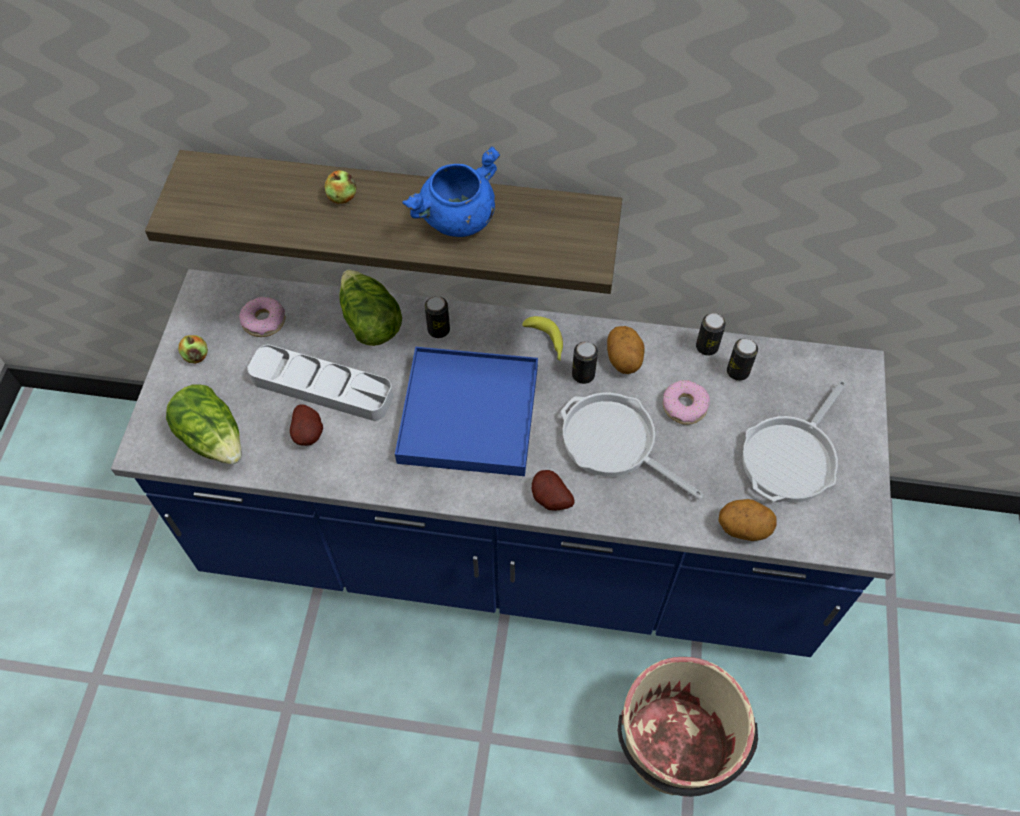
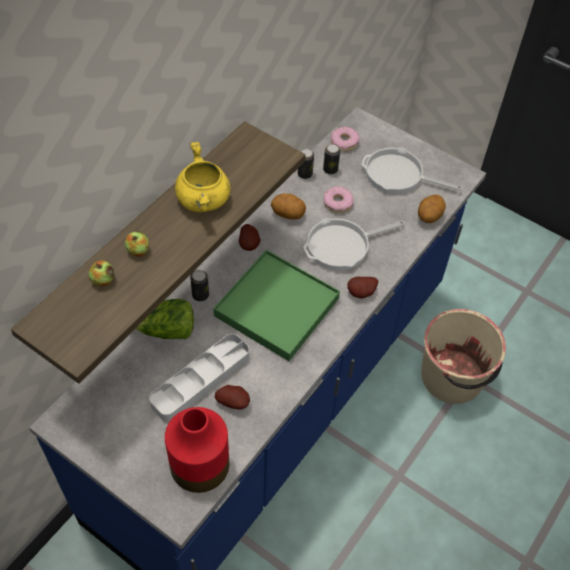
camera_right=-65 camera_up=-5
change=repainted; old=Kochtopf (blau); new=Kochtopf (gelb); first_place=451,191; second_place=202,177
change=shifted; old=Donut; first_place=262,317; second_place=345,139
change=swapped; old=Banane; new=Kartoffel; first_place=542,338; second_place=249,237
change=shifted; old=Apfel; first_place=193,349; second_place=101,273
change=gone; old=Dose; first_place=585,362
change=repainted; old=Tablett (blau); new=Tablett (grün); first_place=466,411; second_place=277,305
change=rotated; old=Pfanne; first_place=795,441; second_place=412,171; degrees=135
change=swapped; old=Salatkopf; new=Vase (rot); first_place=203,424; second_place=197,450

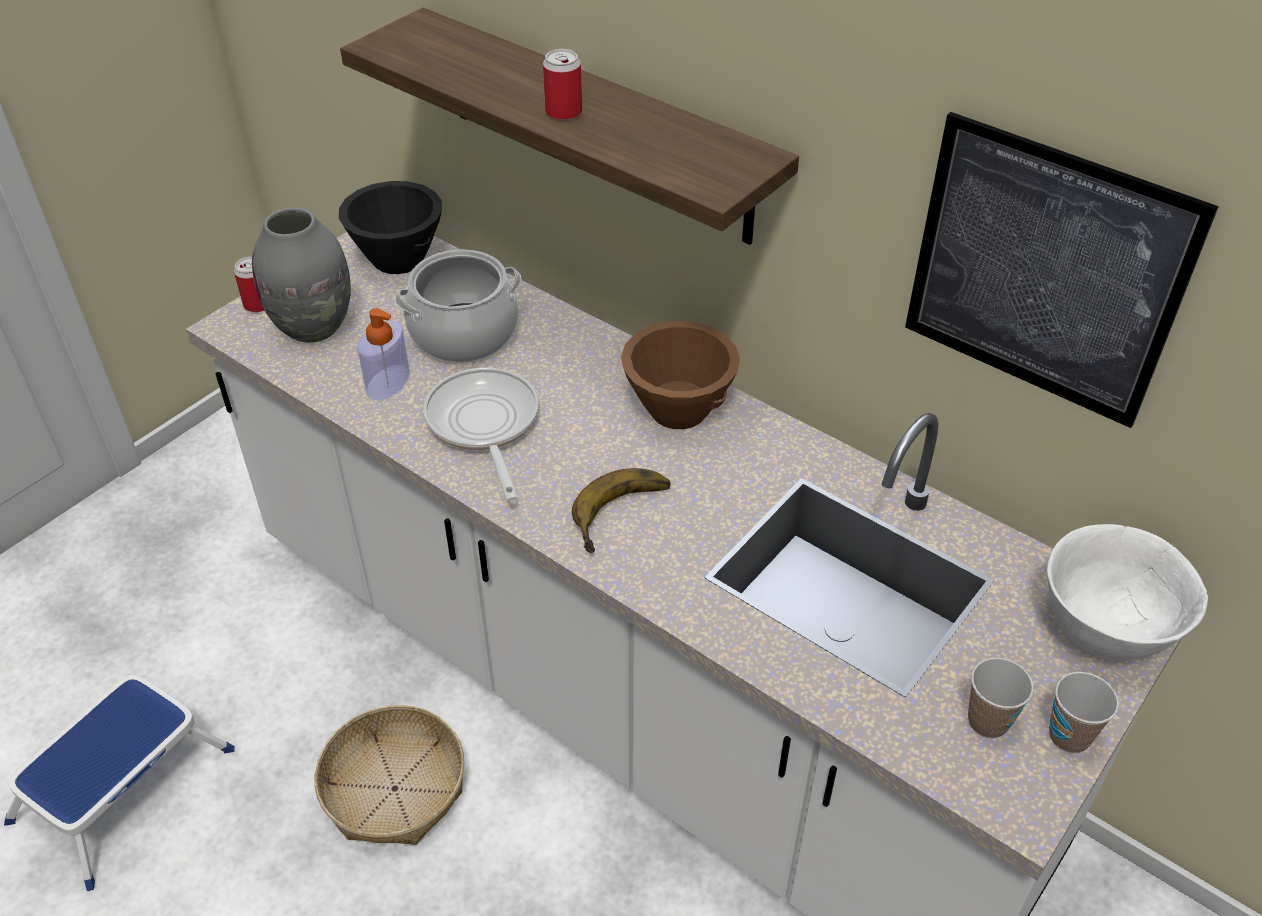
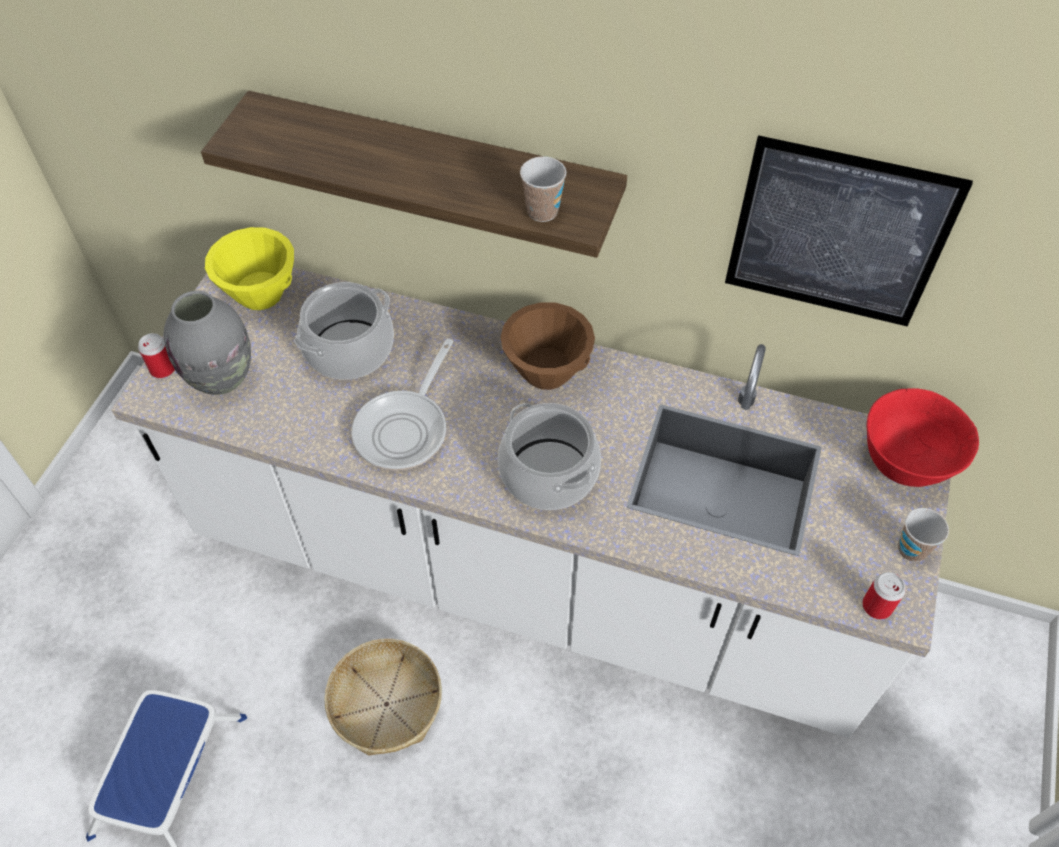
camera_right=-20 camera_up=10
change=shifted; old=Dose; first_place=562,84; second_place=884,595
change=repainted; old=Schüssel (schwarz); new=Schüssel (gelb); first_place=390,227; second_place=249,268
change=gone; old=Seifenspender; first_place=383,354
change=rotated; old=Pfanne; first_place=481,434; second_place=403,405; degrees=-120
change=swapped; old=Banane; new=Kochtopf; first_place=621,510; second_place=549,456
change=repainted; old=Schüssel (weiß); new=Schüssel (rot); first_place=1127,592; second_place=922,437
change=shifted; old=Tasse; first_place=1001,698; second_place=543,189

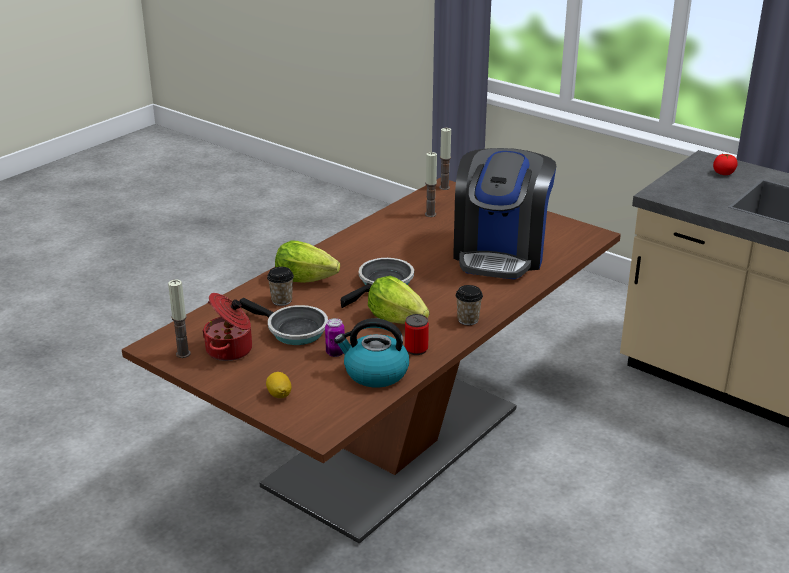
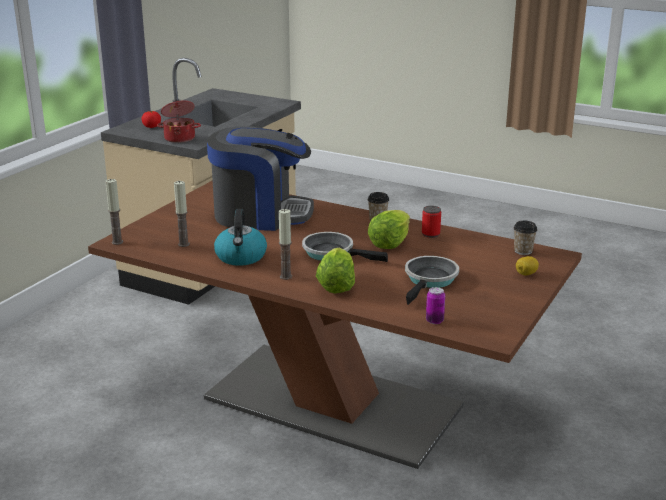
camera_right=-100 camera_up=-5
change=shifted; old=Tasse; first_place=280,286; second_place=525,238
change=shifted; old=Kerze; first_place=179,319; second_place=285,244
change=shifted; old=Kochtopf; first_place=227,327; second_place=179,121
change=shifted; old=Dose; first_place=334,337; second_place=435,305
change=shifted; old=Wasserkessel; first_place=371,353; second_place=240,237

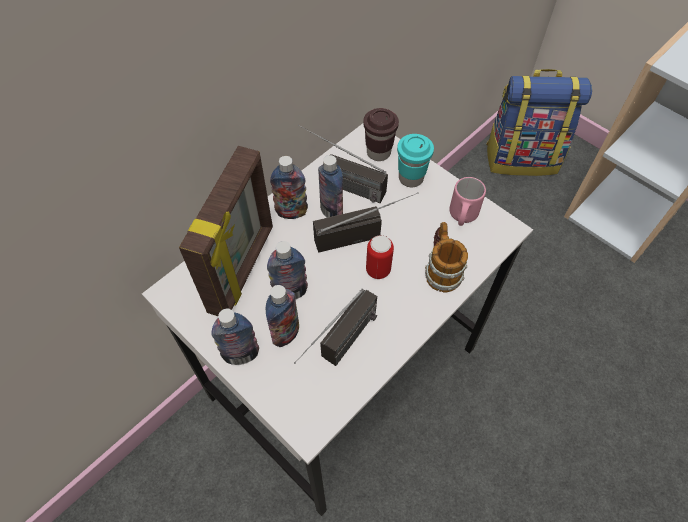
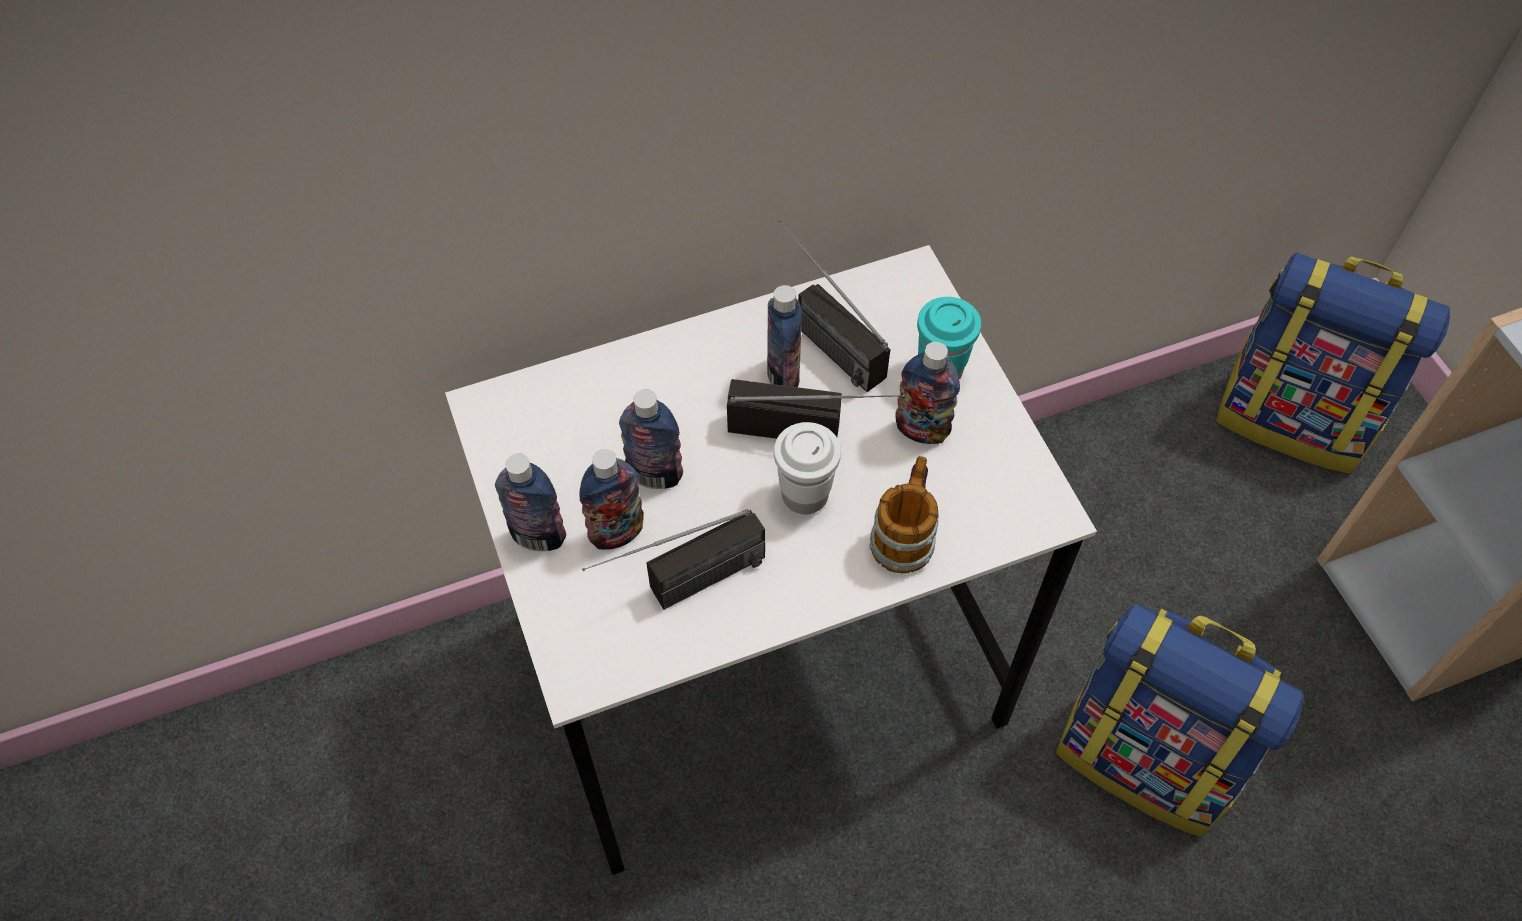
camera_right=25 camera_up=0
change=gone; old=Tasse (braun); first_place=381,134
change=gone; old=Bilderrahmen; first_place=226,231
change=shifted; old=Flasche; first_place=289,187; second_place=927,393
change=gone; old=Henkelbecher (rosa); first_place=467,201
change=swapped; old=Dose; new=Tasse (weiß); first_place=380,257; second_place=807,468
change=new; new=Rucksack; second_place=1180,720

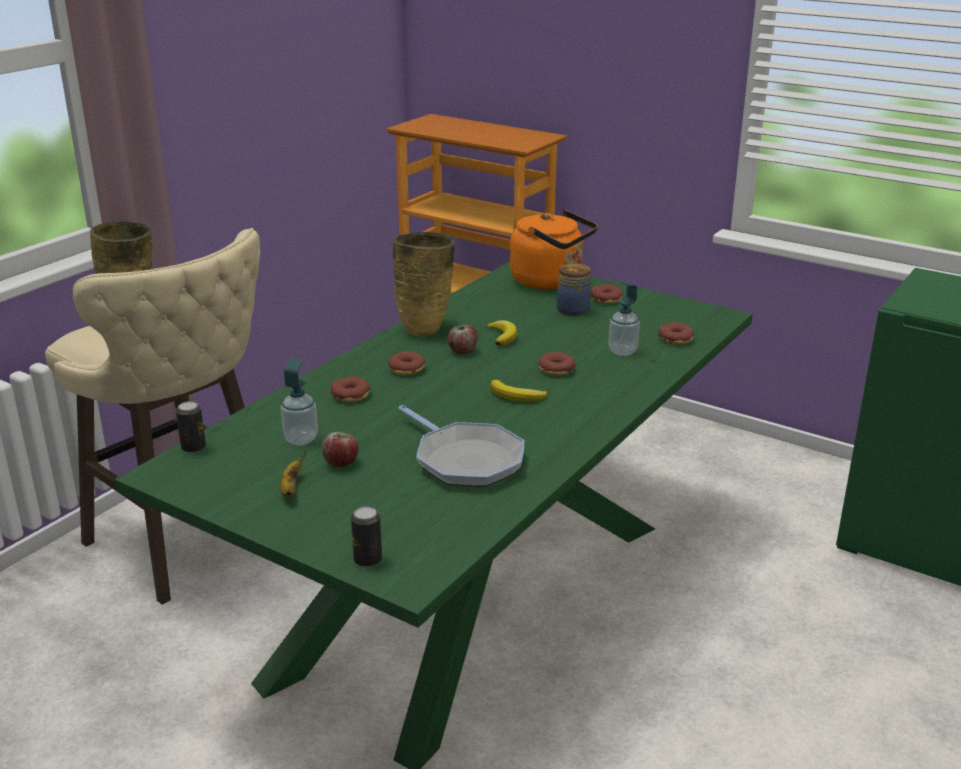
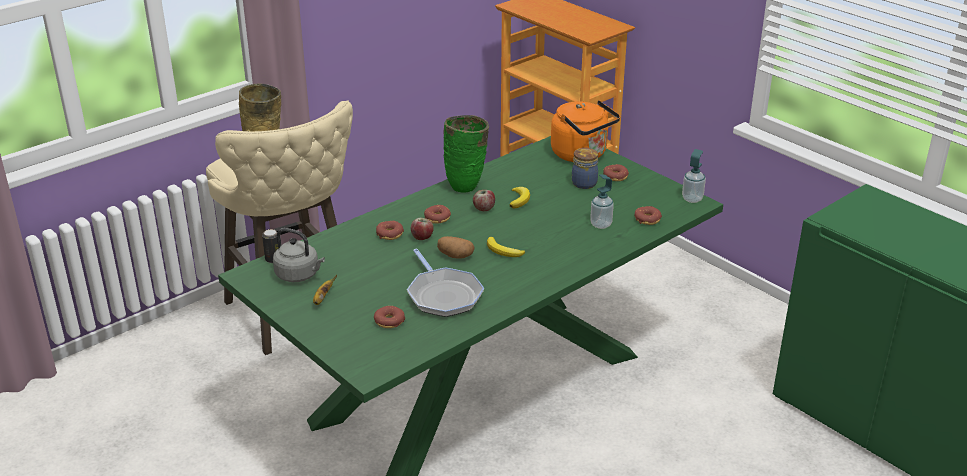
camera_right=15 camera_up=5
change=repainted; old=Vase (beige); new=Vase (grün); first_place=424,284; second_place=466,154
change=shifted; old=Donut; first_place=556,364; second_place=389,317
change=shifted; old=Seifenspender; first_place=299,401; second_place=694,176
change=shifted; old=Apfel; first_place=340,450; second_place=422,229
change=gone; old=Dose; first_place=366,536
change=new; new=Wasserkessel (grau); second_place=299,255
change=new; new=Kartoffel; second_place=455,247

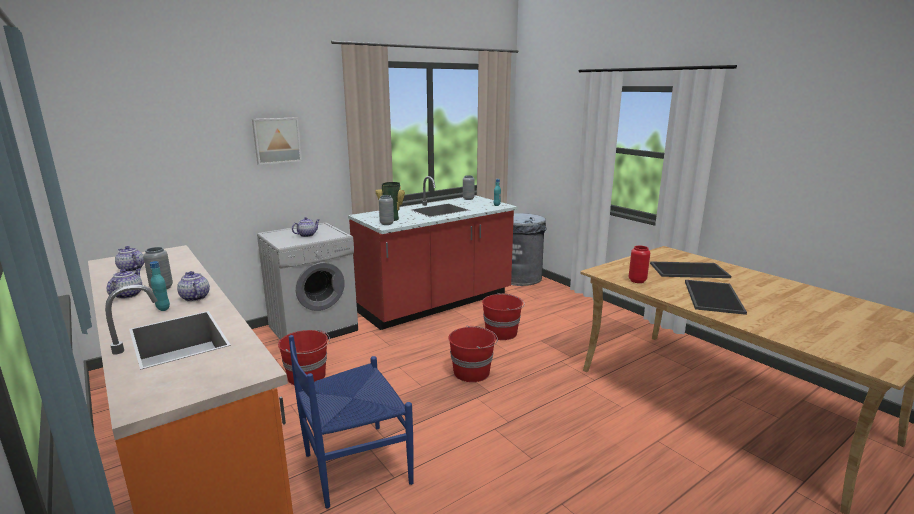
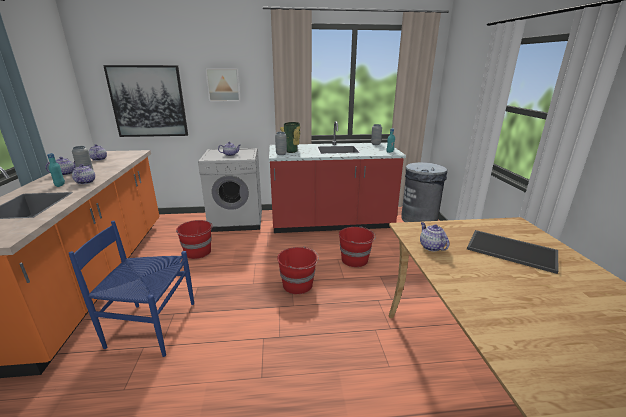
camera_right=30 camera_up=5
change=swapped; old=Vase (rot); new=Teekanne; first_place=639,264; second_place=434,236
change=gone; old=Tablett; first_place=716,297
change=new; new=Bild; second_place=145,101

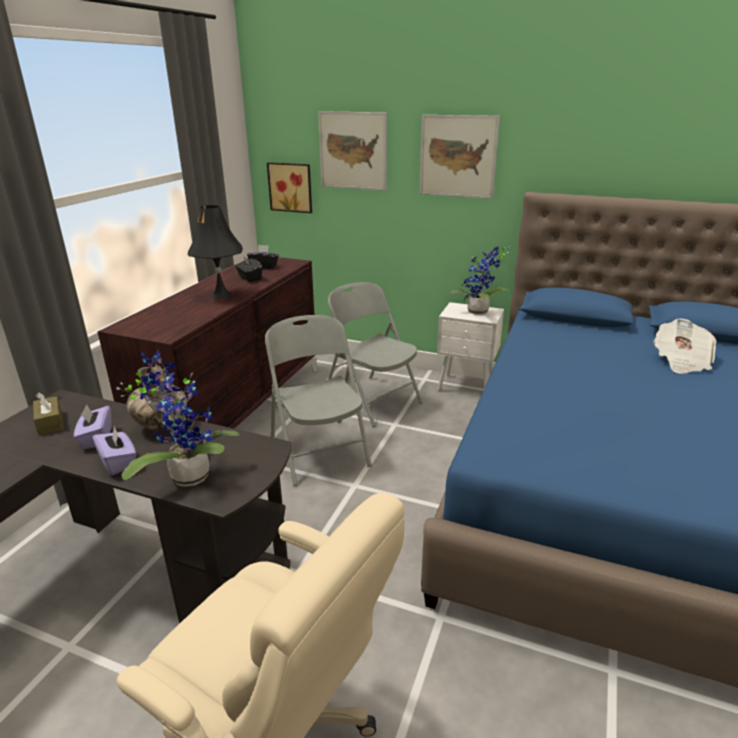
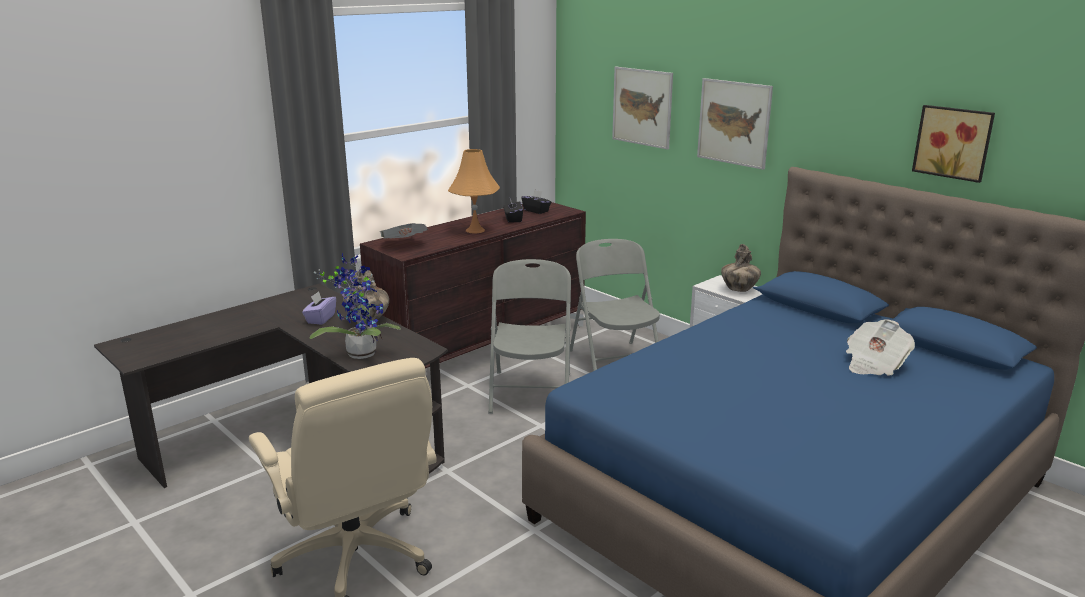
camera_right=25 camera_up=-5
change=shifted; old=Bild; first_place=289,187; second_place=953,144
change=repainted; old=Tischlampe (schwarz); new=Tischlampe (orange); first_place=215,252; second_place=474,191
change=swapped; old=Topfpflanze; new=Vase; first_place=480,280; second_place=741,268
change=gone; old=Taschentuchbox (braun); first_place=48,413
change=gone; old=Taschentuchbox (lila); first_place=114,450
change=new; new=Zeitung; second_place=404,231

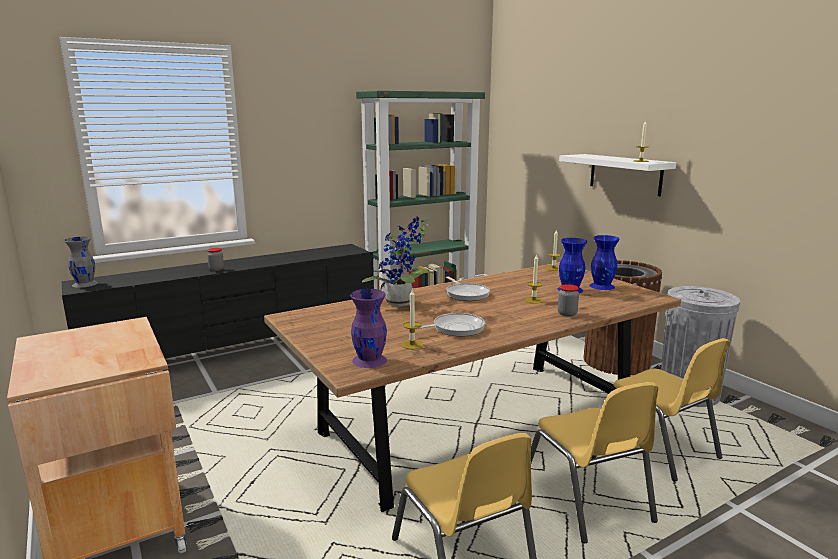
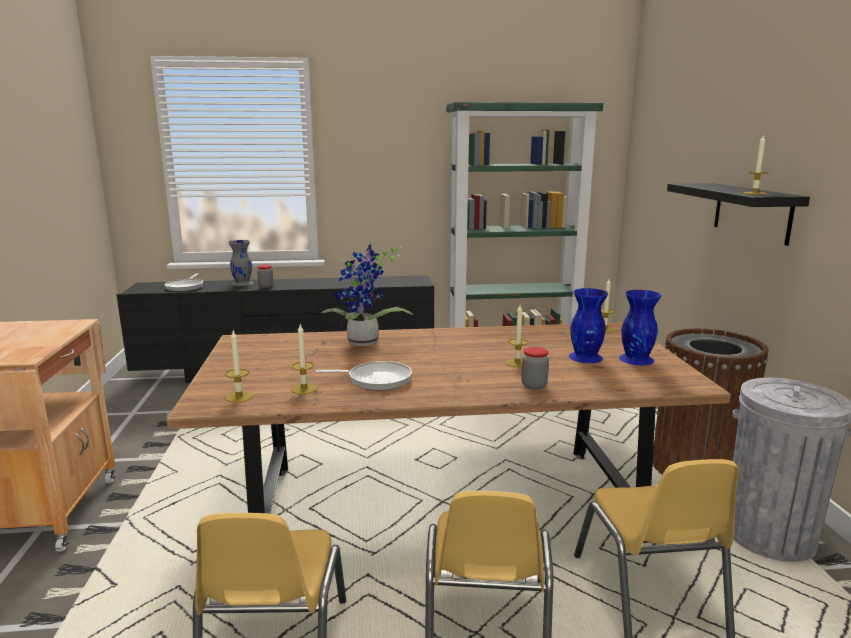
camera_right=25 camera_up=0
change=repainted; old=Wandregal (weiß); new=Wandregal (schwarz); first_place=617,175; second_place=738,214
change=shifted; old=Vase (grau); first_place=81,262; second_place=240,263
change=shifted; old=Pfanne; first_place=468,288; second_place=184,283
change=swapped; old=Vase (lila); new=Kerze; first_place=368,328; second_place=239,367

